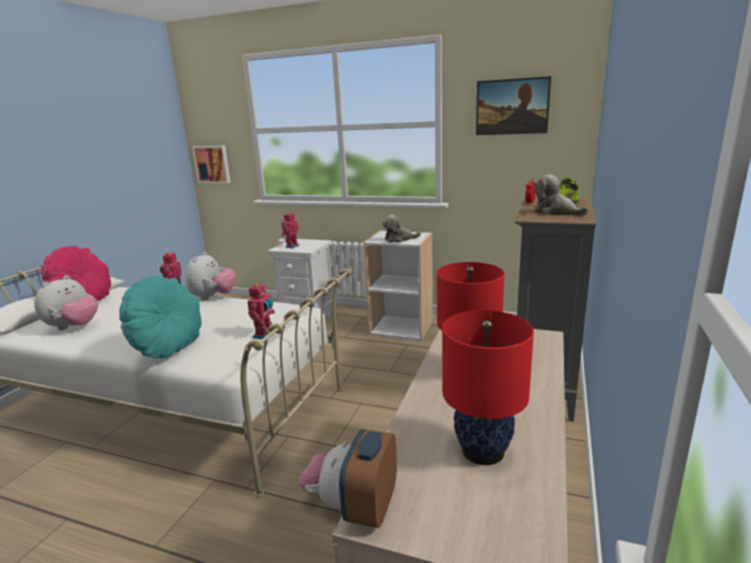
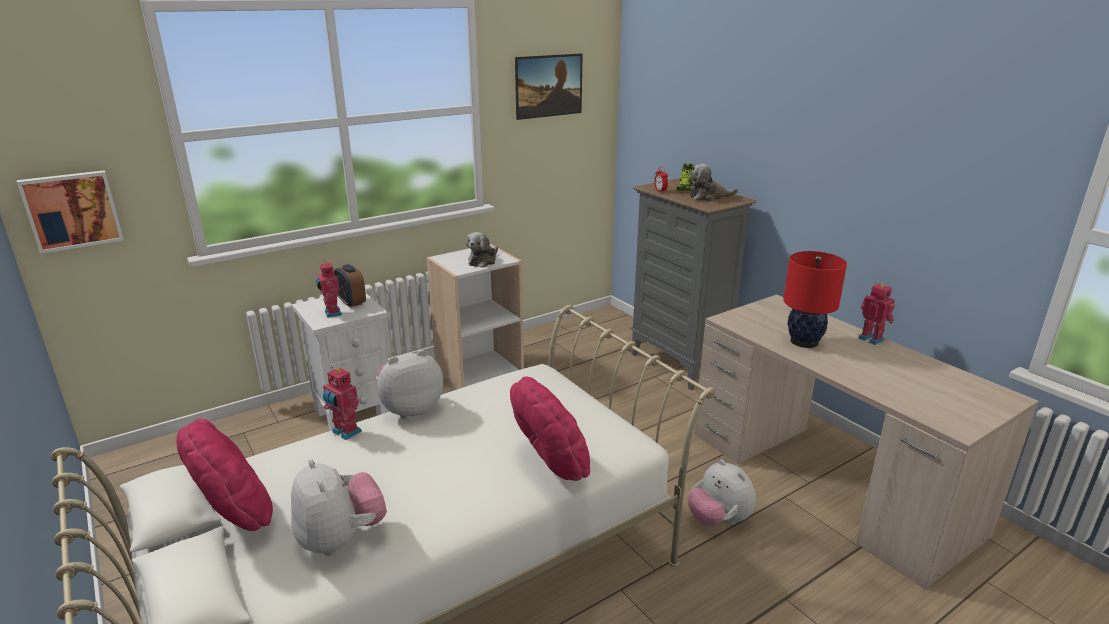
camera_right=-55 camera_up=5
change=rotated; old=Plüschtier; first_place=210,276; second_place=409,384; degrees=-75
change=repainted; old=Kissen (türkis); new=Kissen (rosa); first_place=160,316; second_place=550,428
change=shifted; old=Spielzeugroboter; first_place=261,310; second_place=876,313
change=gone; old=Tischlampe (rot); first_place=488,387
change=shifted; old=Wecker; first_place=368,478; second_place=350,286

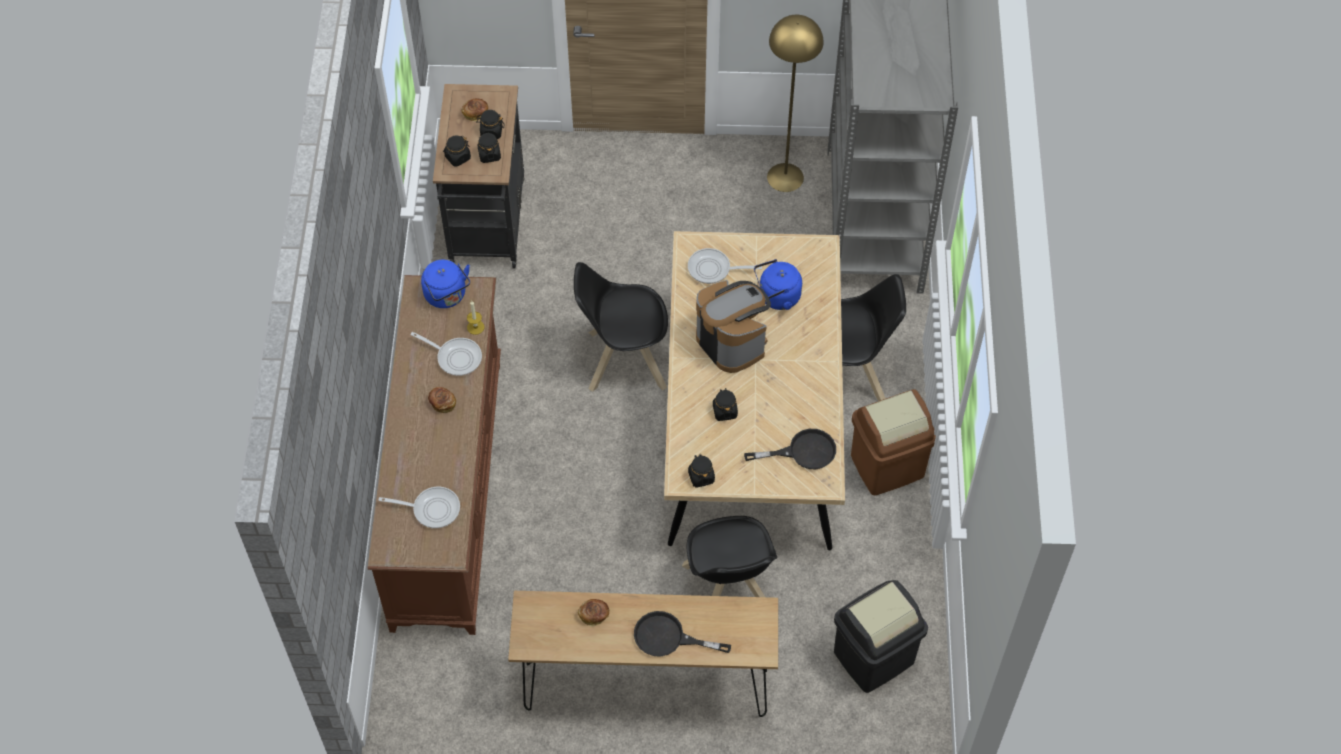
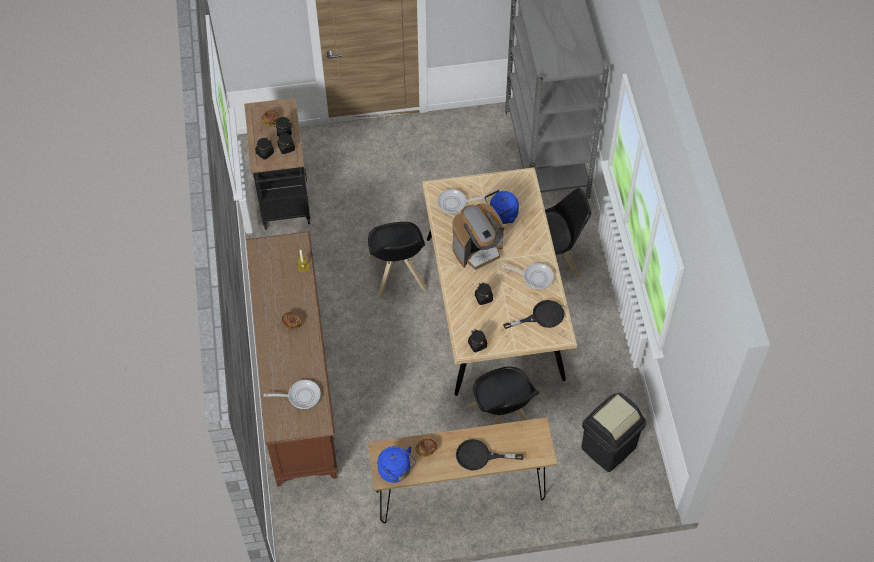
camera_right=-10 camera_up=0
change=gone; old=Stehlampe (gelb); first_place=795,103
change=shifted; old=Wasserkessel (blau); first_place=445,284; second_place=396,464
change=rotated; old=Stuhl (schwarz); first_place=621,327; second_place=397,260; degrees=-90
change=rotated; old=Kaffeemaschine; first_place=733,326; second_place=478,236; degrees=105
change=shifted; old=Pfanne; first_place=446,354; second_place=528,276
change=gone; old=Mülleimer (braun); first_place=893,442

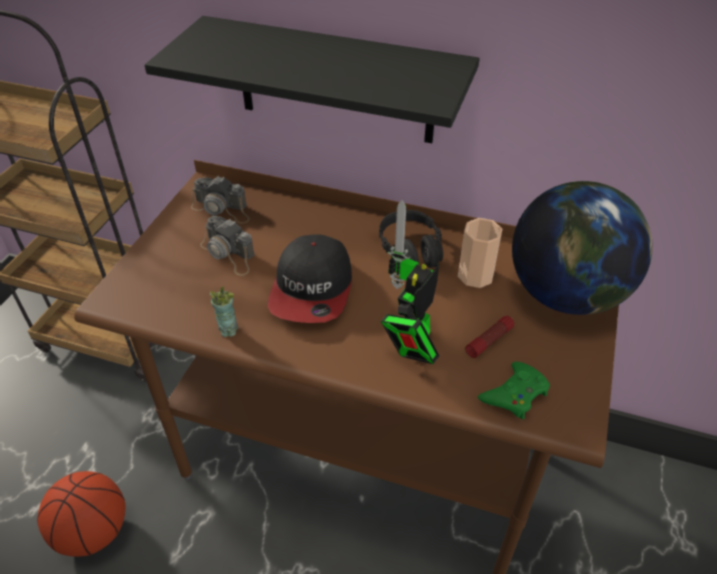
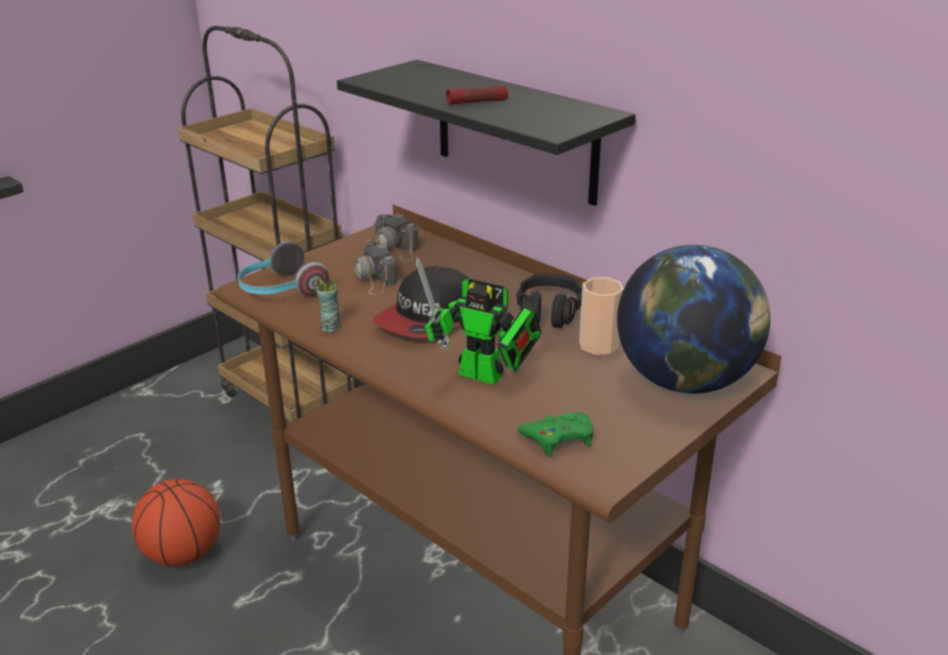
camera_right=25 camera_up=-15
change=rotated; old=Spielzeugroboter; first_place=410,282; second_place=479,321; degrees=-120
change=shifted; old=Taschenlampe; first_place=489,337; second_place=477,95
change=new; new=Kopfhörer; second_place=283,269

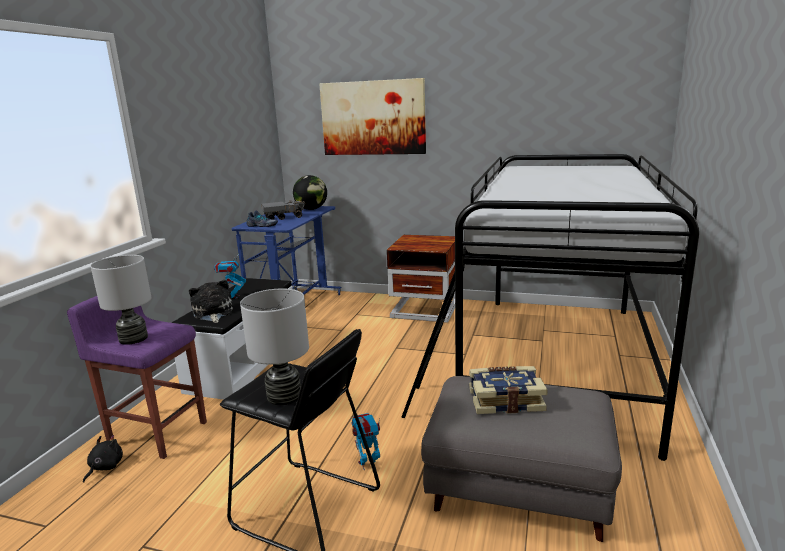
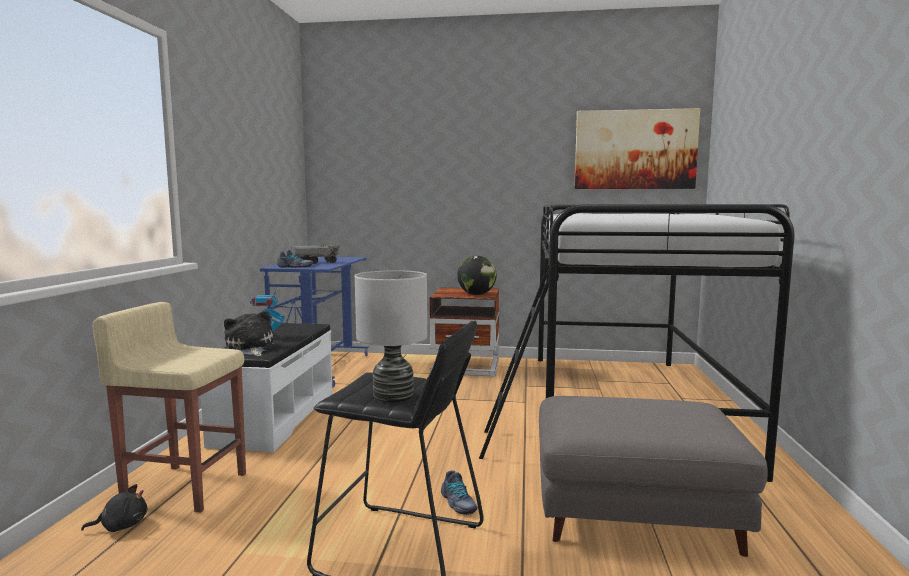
camera_right=-10 camera_up=-10
change=shifted; old=Bild; first_place=372,116; second_place=637,148
change=shifted; old=Globus; first_place=310,192; second_place=476,275
change=gone; old=Tischlampe (grau); first_place=121,300
change=repainted; old=Hocker (lila); new=Hocker (beige); first_place=137,377; second_place=169,407
change=gone; old=Buch; first_place=508,390
change=swapped; old=Spielzeugroboter; new=Schuh; first_place=365,442; second_place=459,492
change=rotated; old=Plüschtier (schwarz); first_place=103,459; second_place=114,508; degrees=60

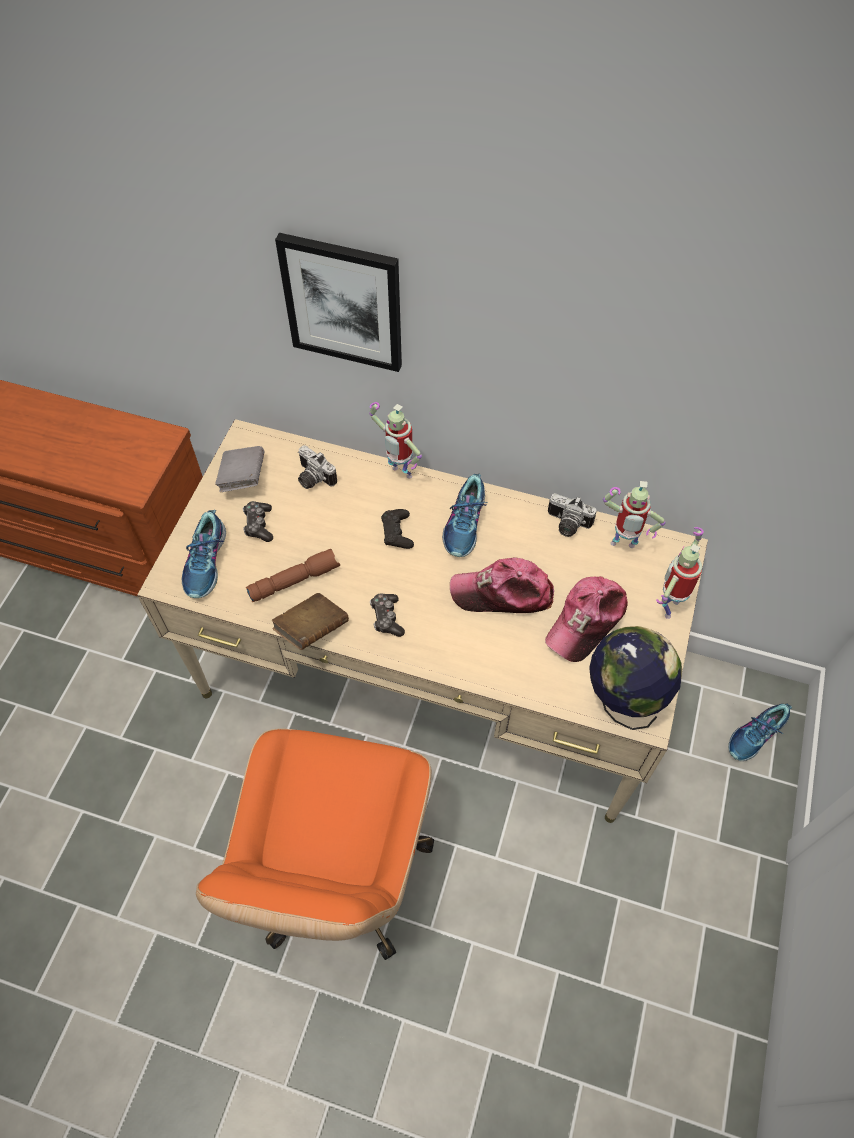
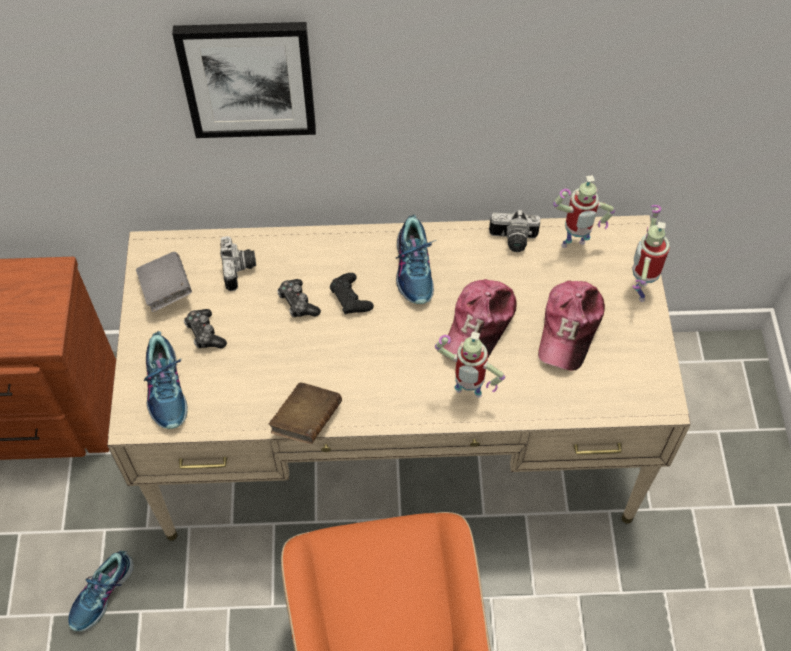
camera_right=-20 camera_up=0
change=shifted; old=Spielzeugroboter; first_place=395,440; second_place=470,365
change=rotated; old=Kamera; first_place=317,467; second_place=238,263; degrees=-120
change=gone; old=Taschenlampe (braun); first_place=293,575
change=rotated; old=Kappe; first_place=502,585; second_place=480,320; degrees=-45
change=shifted; old=Gamepad; first_place=387,615; second_place=299,298
change=gone; old=Globus; first_place=635,678
change=shifted; old=Schuh; first_place=760,732; second_place=101,591

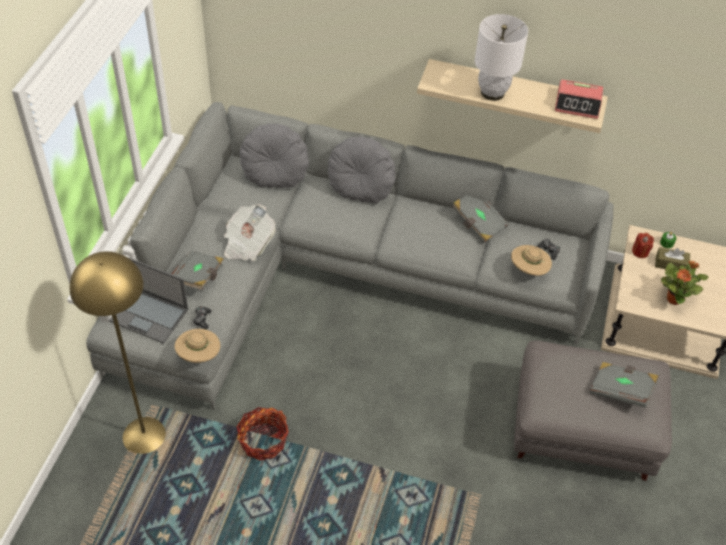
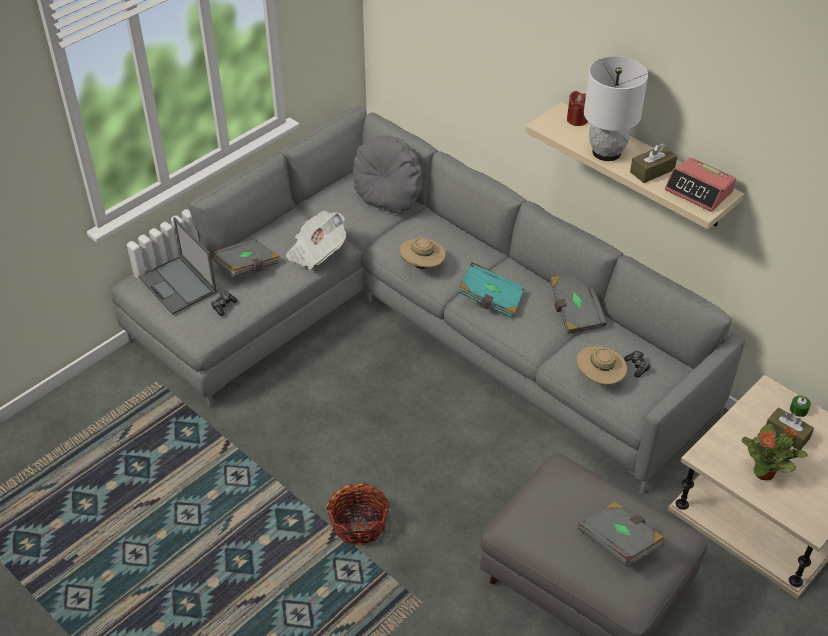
camera_right=30 camera_up=-5
change=gone; old=Kissen (grau); first_place=361,170
change=shifted; old=Kerze (rot); first_place=643,245; second_place=577,108
change=gone; old=Stehlampe (gelb); first_place=118,352
change=shifted; old=Hut (beige); first_place=197,346; second_place=422,253
change=shifted; old=Korb; first_place=263,434; second_place=357,514
change=new; new=Taschentuchbox (braun); second_place=653,163
change=new; new=Buch (türkis); second_place=491,290

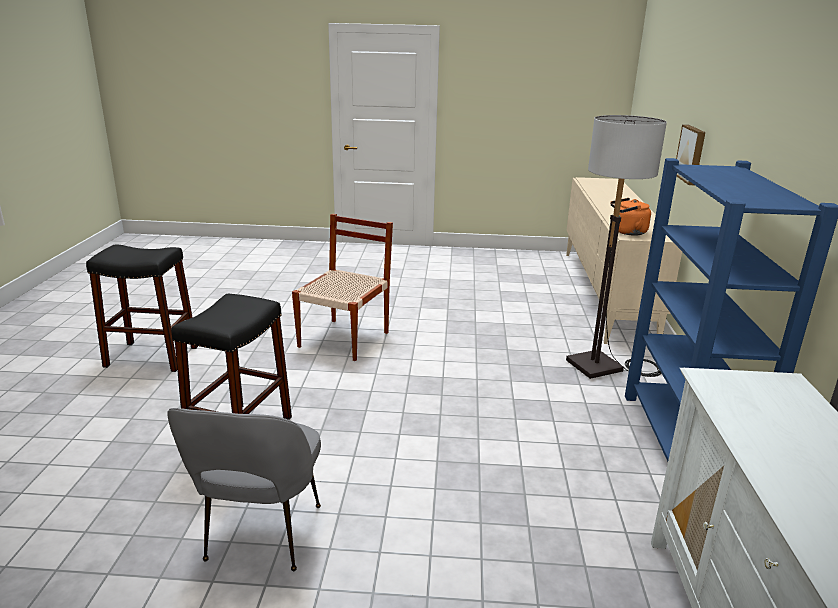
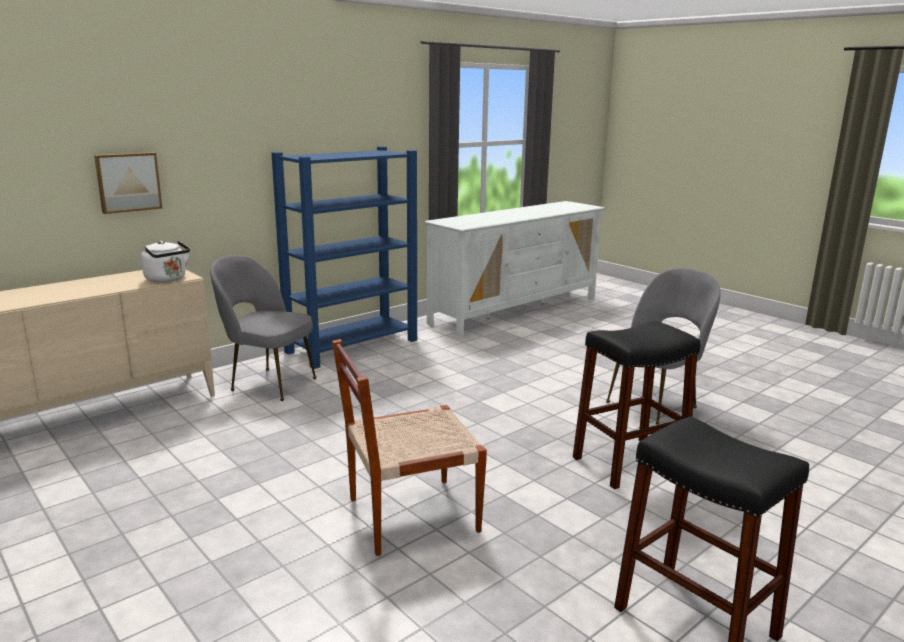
camera_right=-135 camera_up=-5
change=swapped; old=Stehlampe; new=Stuhl (grau); first_place=616,247; second_place=263,328
change=repainted; old=Wasserkessel (orange); new=Wasserkessel (weiß); first_place=630,217; second_place=165,261

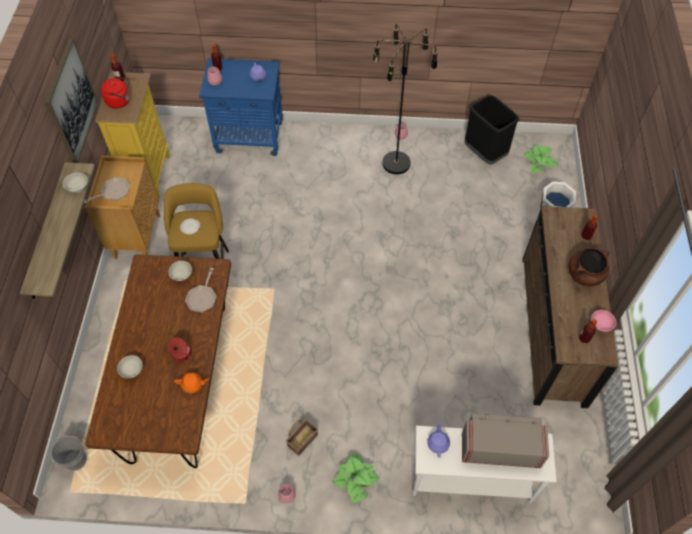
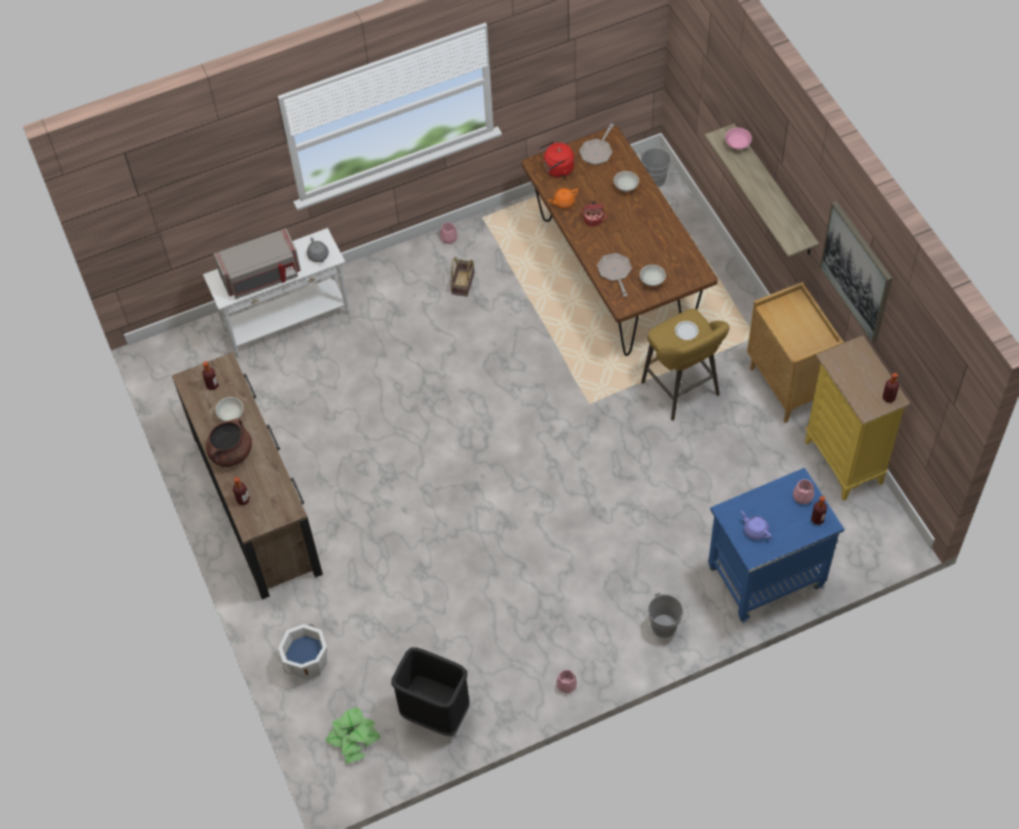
camera_right=155 camera_up=0
change=gone; old=Stehlampe; first_place=405,99
change=shifted; old=Wasserkessel (rot); first_place=115,92; second_place=556,159
change=shifted; old=Schüssel (weiß); first_place=75,183; second_place=229,409
change=shifted; old=Pfanne; first_place=107,190; second_place=596,144
change=shifted; old=Schüssel (rosa); first_place=603,321; second_place=738,139
change=repainted; old=Teekanne (lila); new=Teekanne (grau); first_place=438,439; second_place=318,249
change=gone; old=Topfpflanze; first_place=356,478
change=new; new=Eimer (grau); second_place=668,615

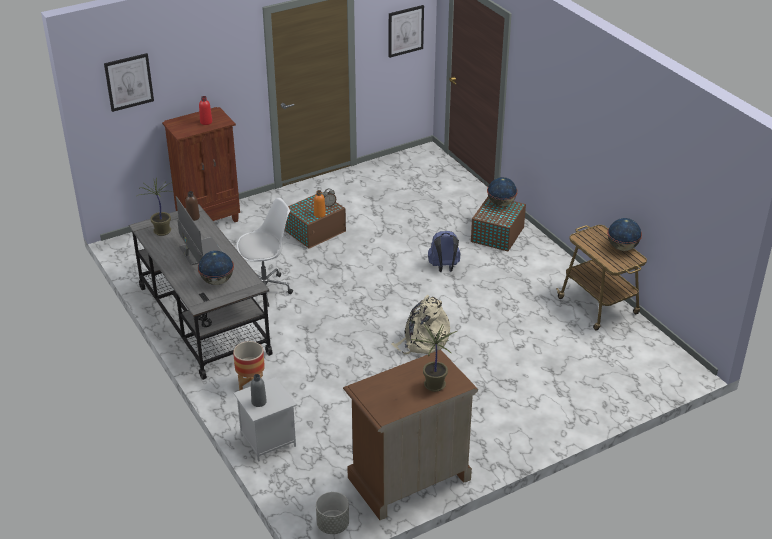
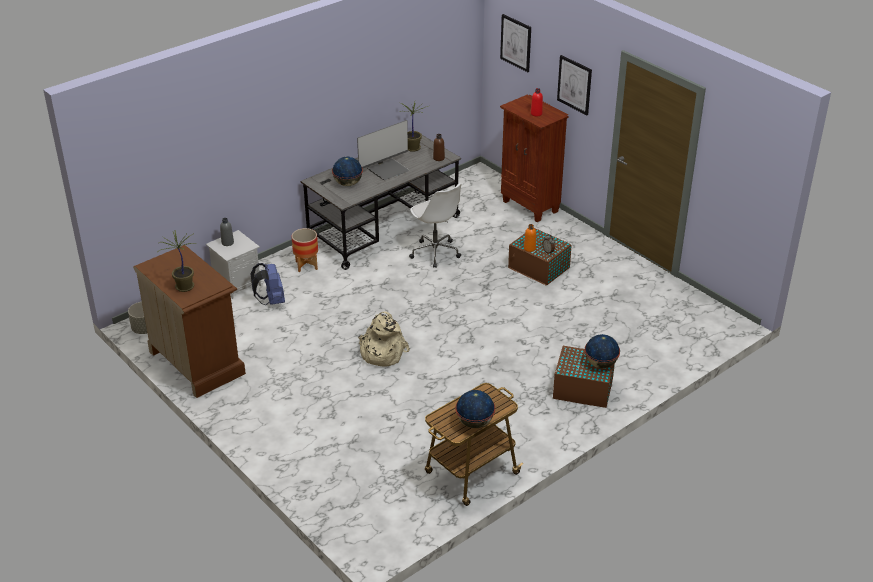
camera_right=80 camera_up=0
change=shifted; old=Bild; first_place=406,31; second_place=574,85
change=shifted; old=Rucksack (blau); first_place=444,251; second_place=268,284

